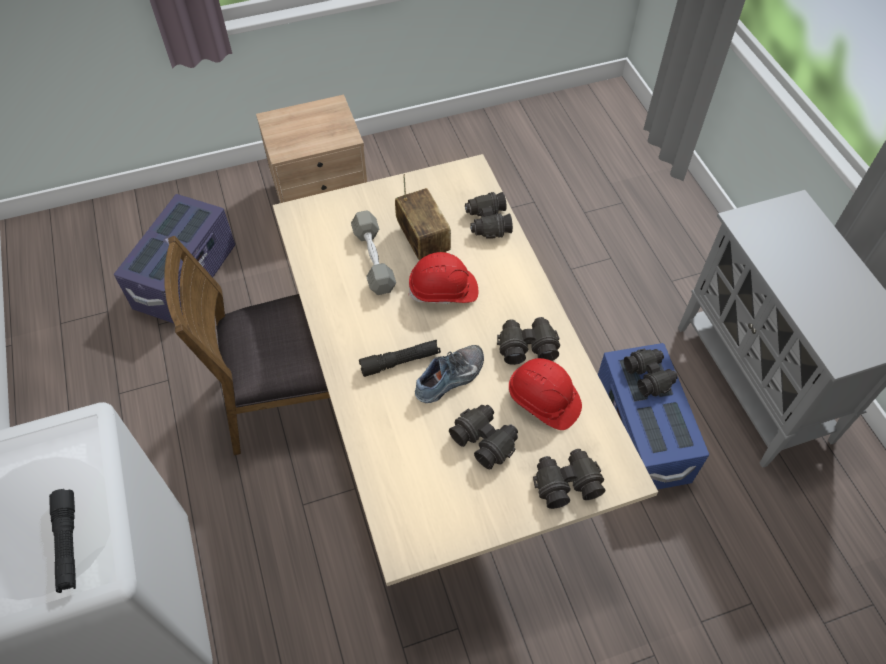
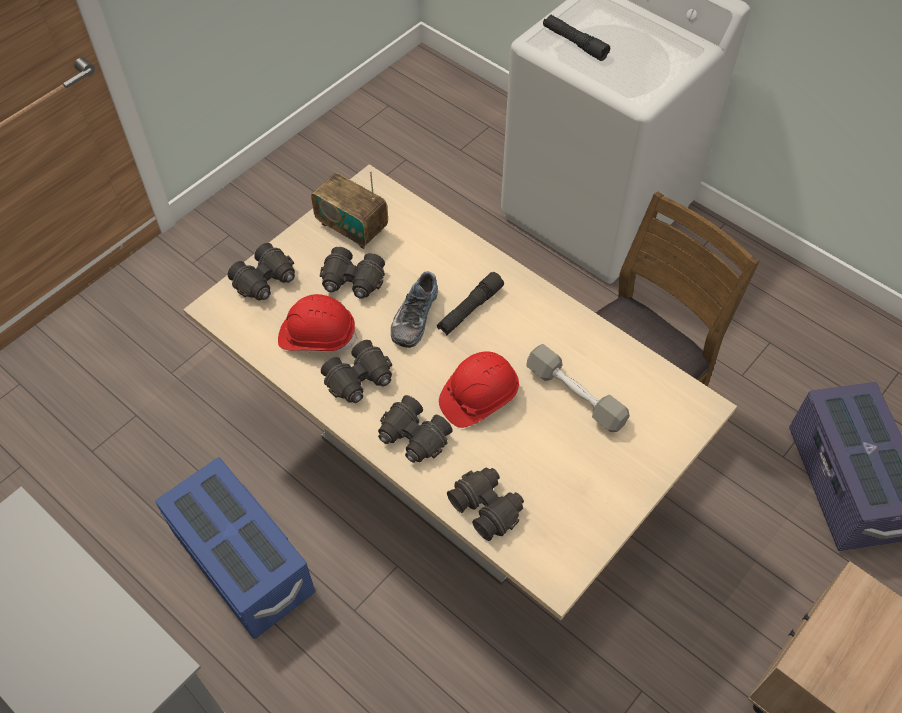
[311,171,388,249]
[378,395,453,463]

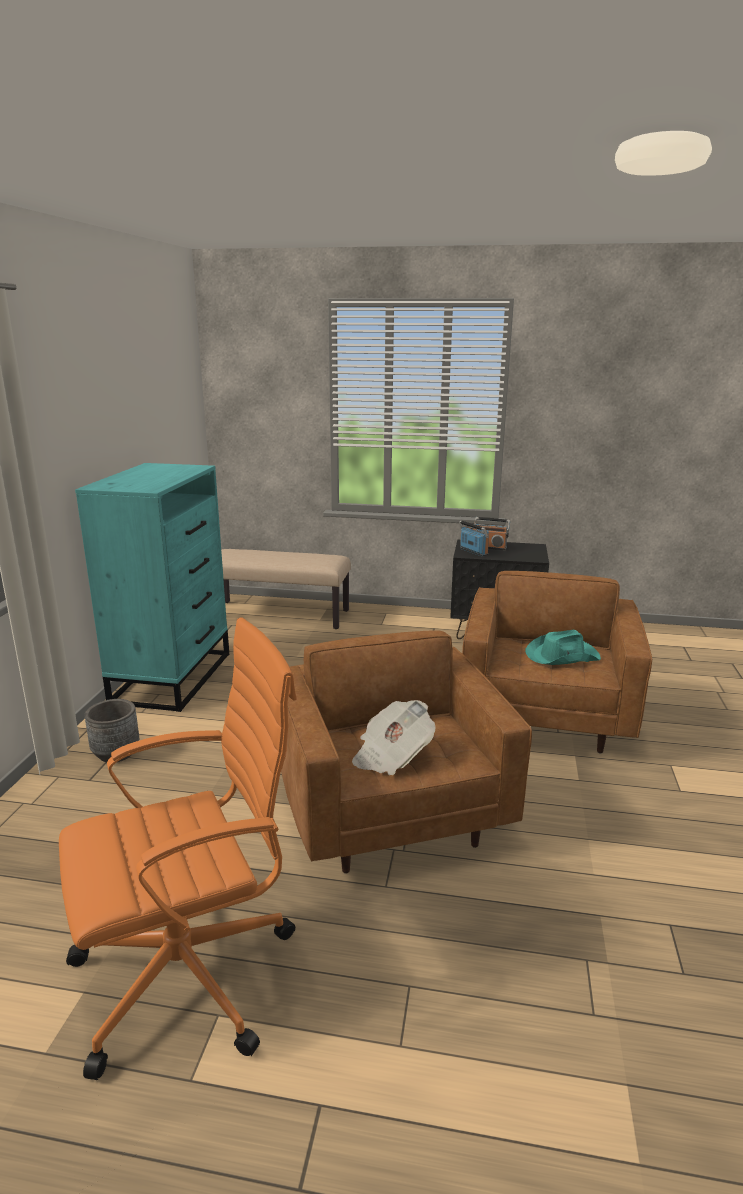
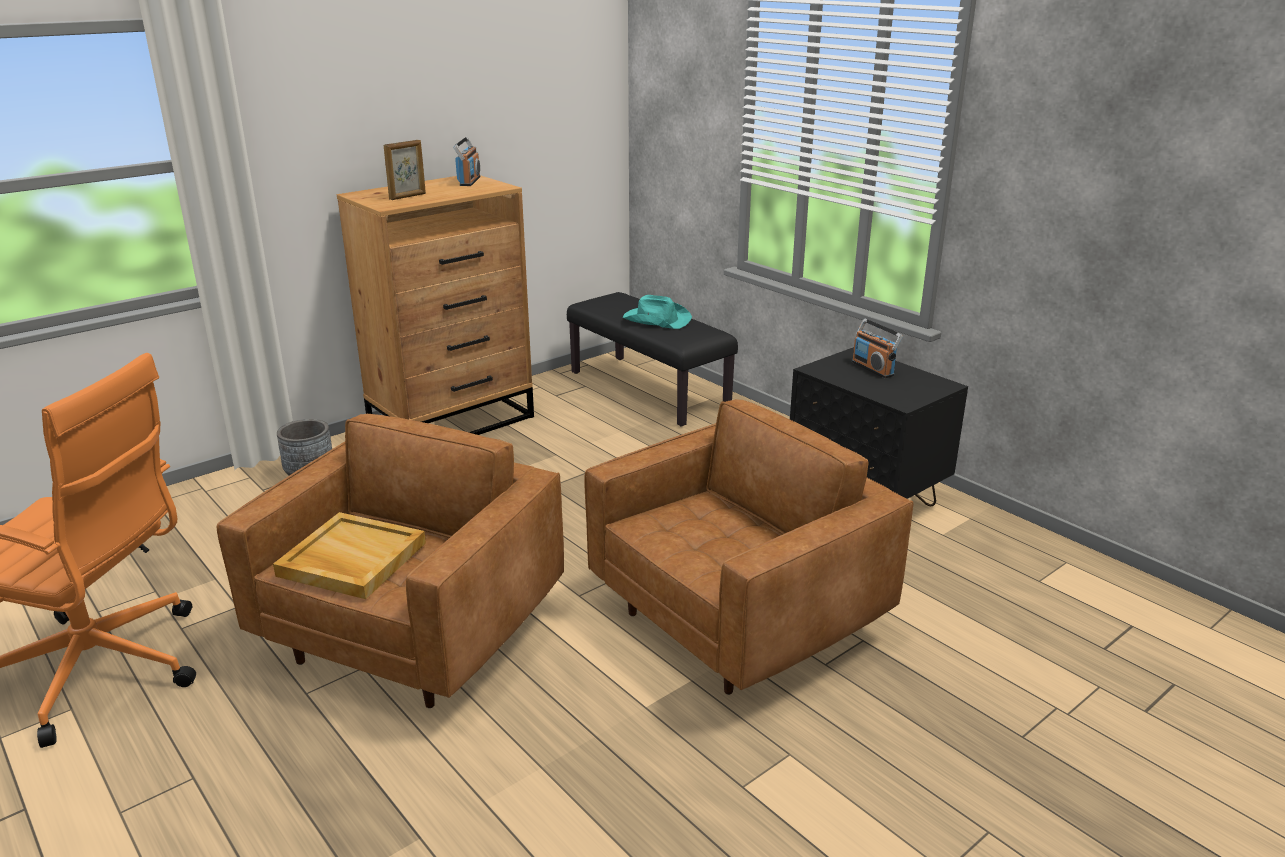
[273,512,426,599]
[337,175,534,435]
[384,140,426,200]
[453,137,480,186]
[567,292,738,426]
[623,295,692,329]

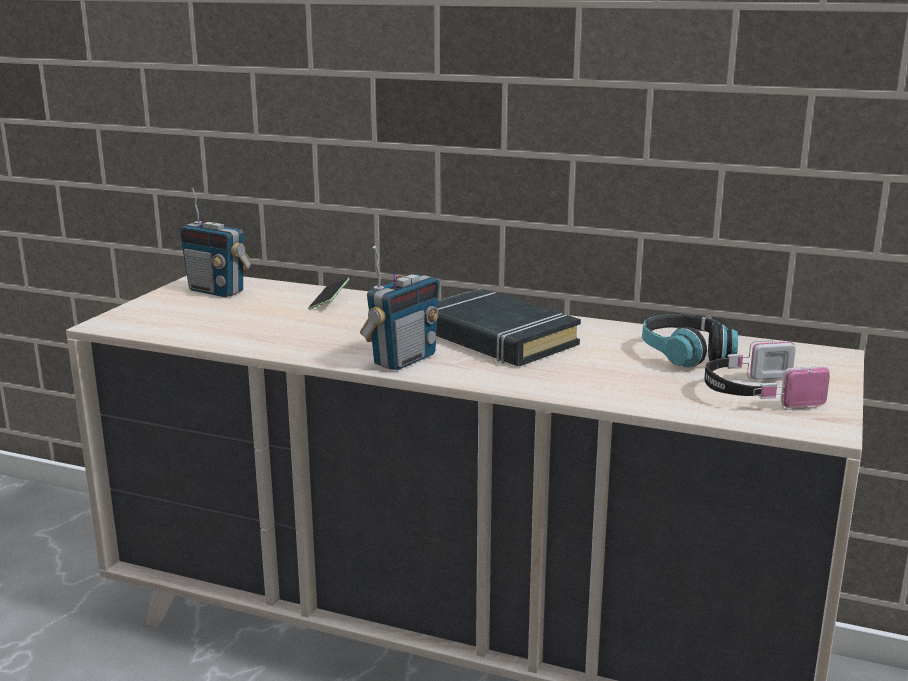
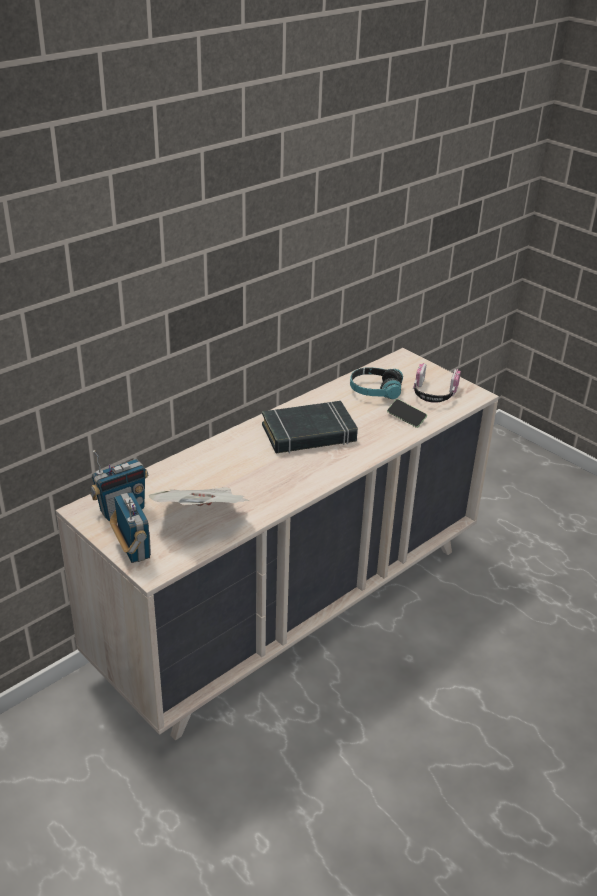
[110,492,151,563]
[149,487,250,506]
[387,399,427,428]

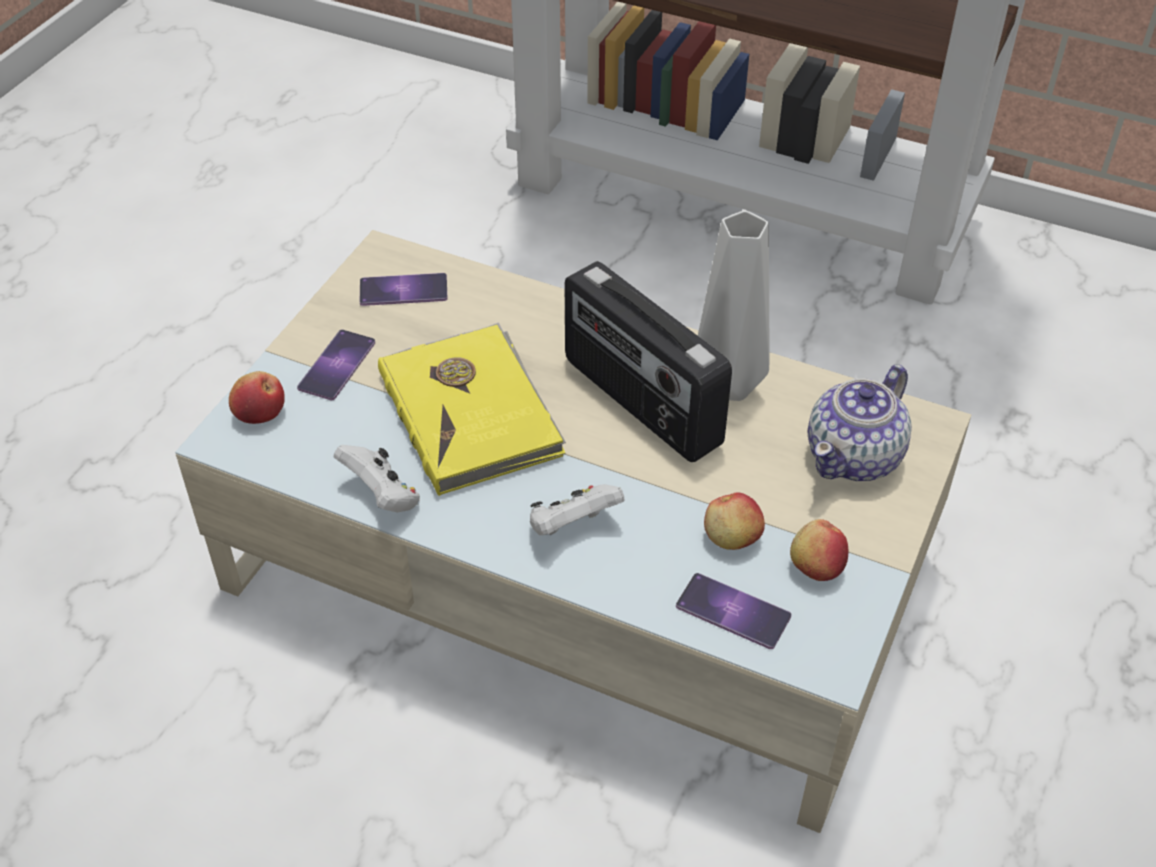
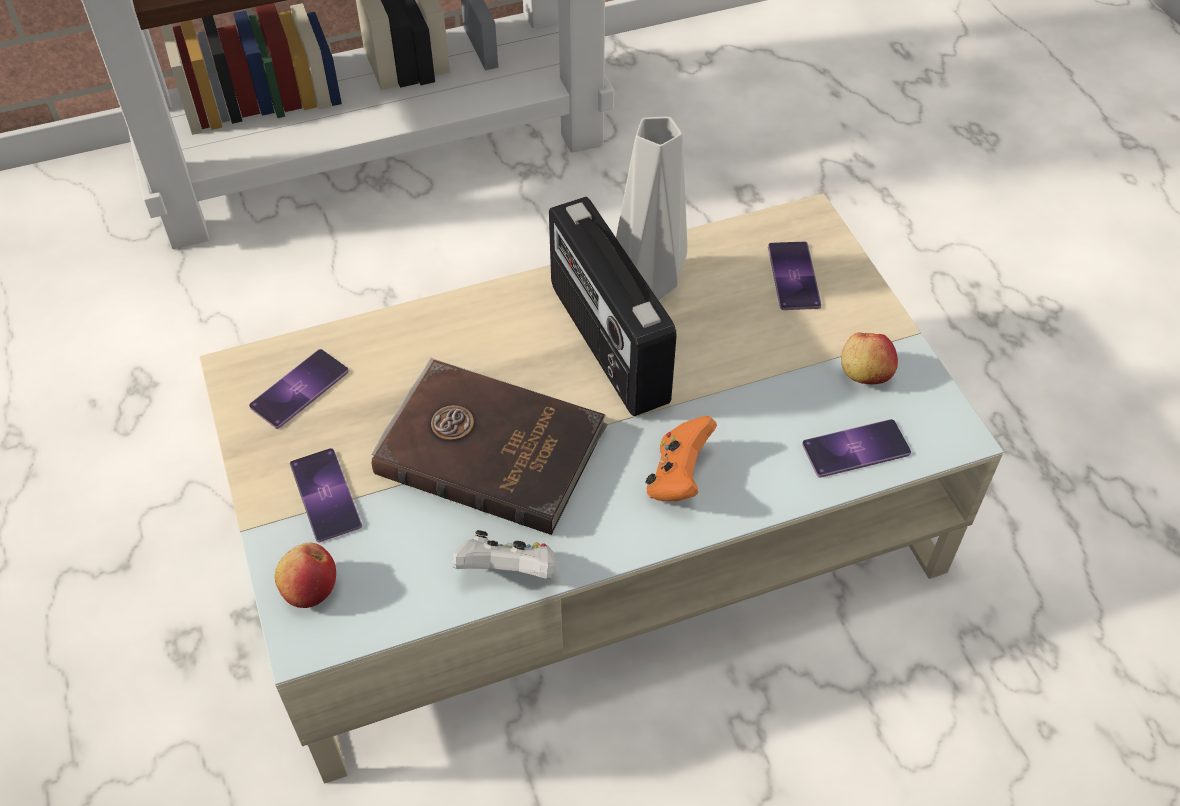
[372,358,608,535]
[549,197,677,416]
[645,416,717,501]
[768,242,822,310]
[704,493,765,550] (first image)

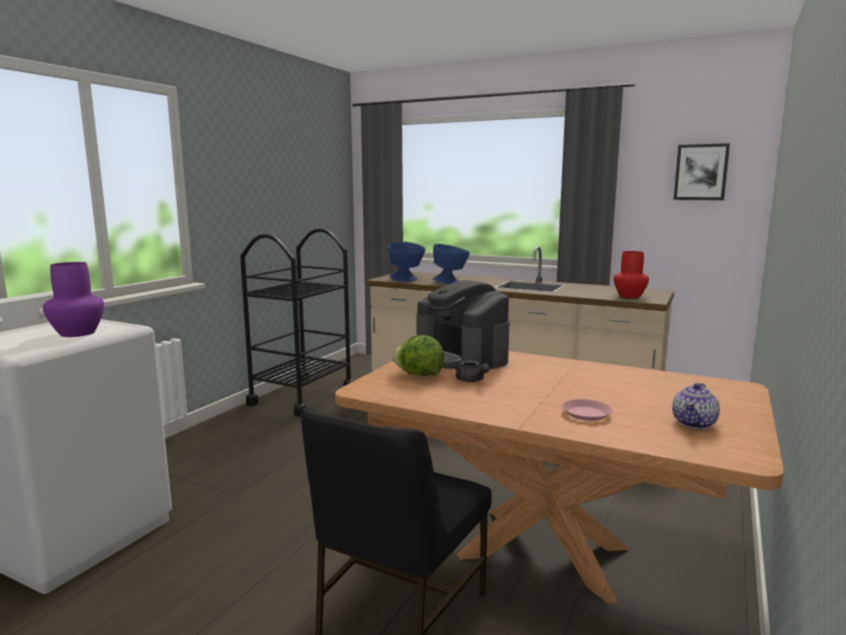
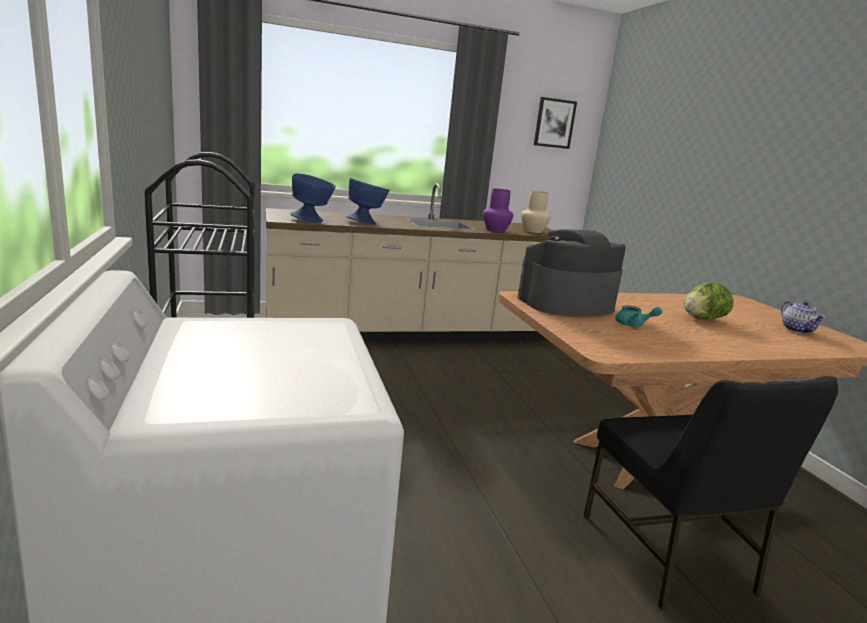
[483,188,513,232]
[517,229,626,316]
[521,191,551,233]
[615,305,663,327]
[684,283,734,320]
[562,399,612,421] (first image)

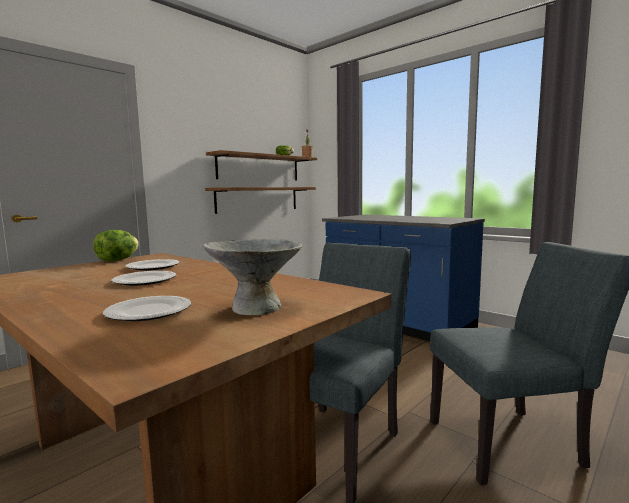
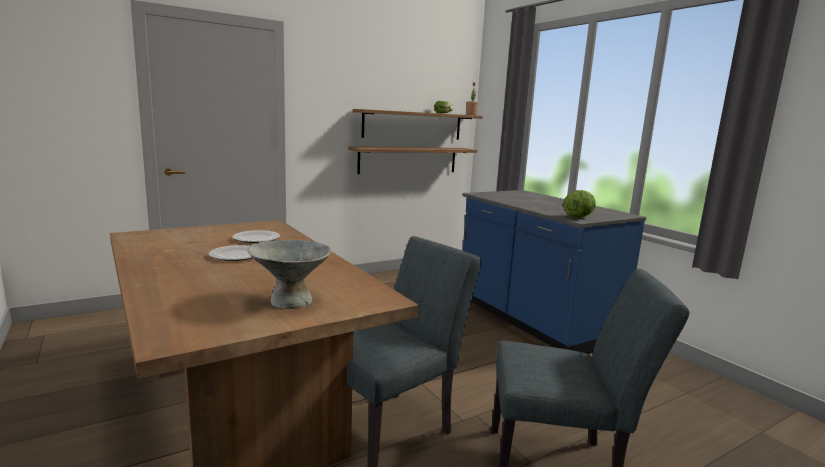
[563,190,596,218]
[103,296,191,321] (first image)

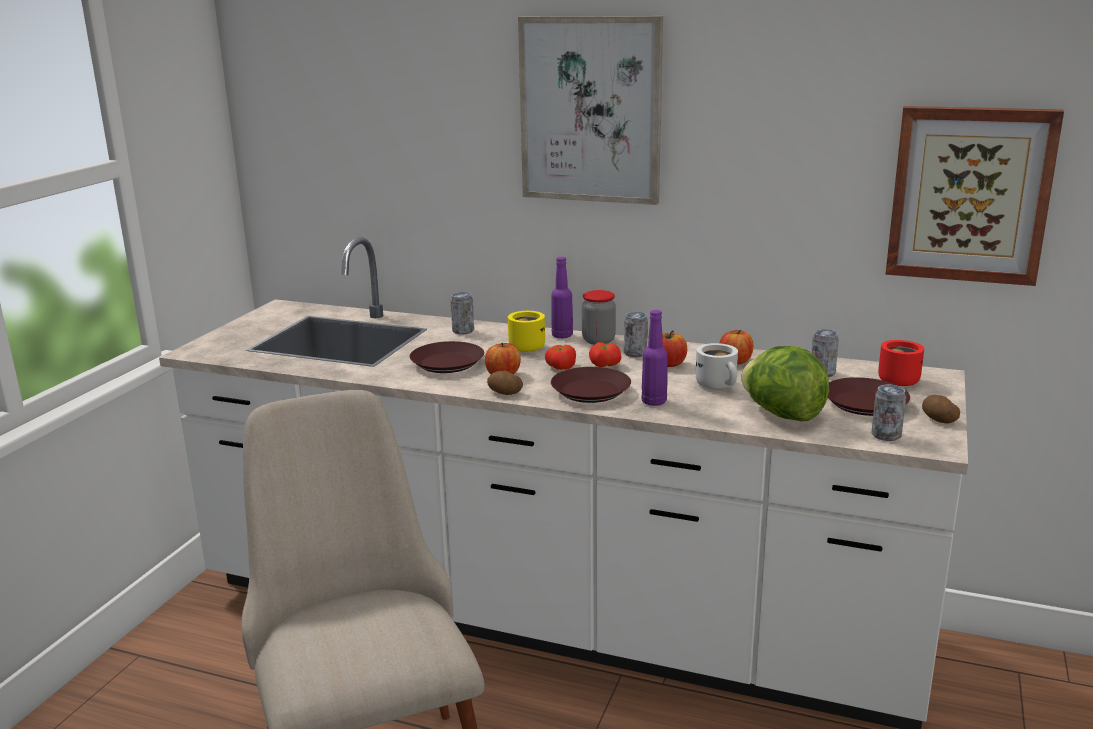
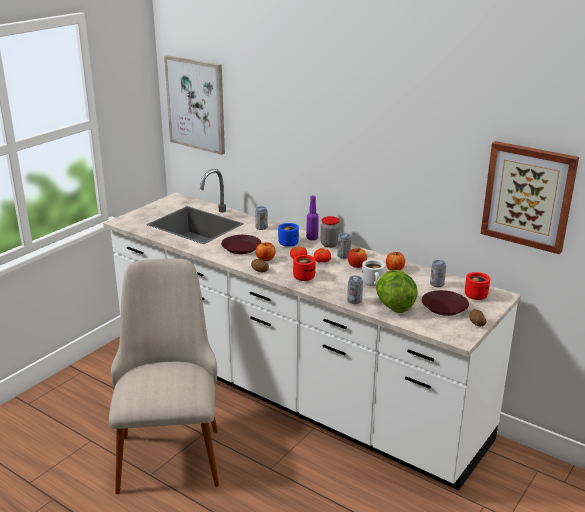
[164,55,225,155]
[278,223,299,247]
[293,255,316,281]
[347,275,363,304]
[642,310,668,406] (first image)

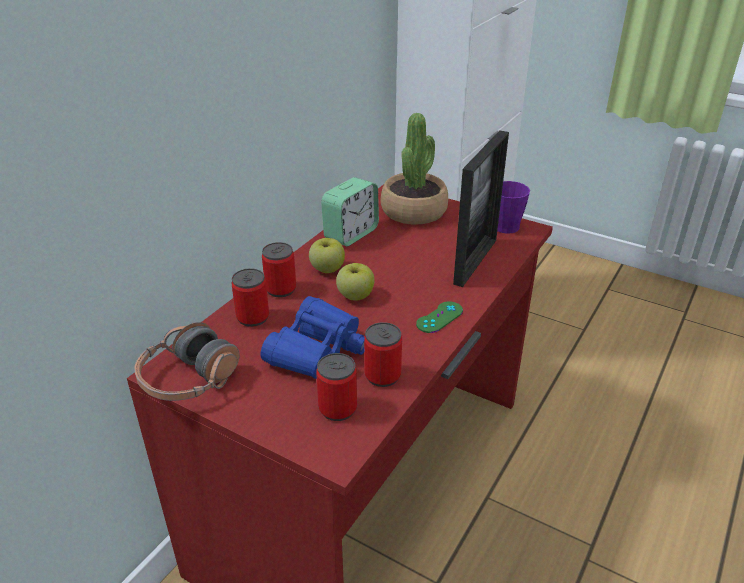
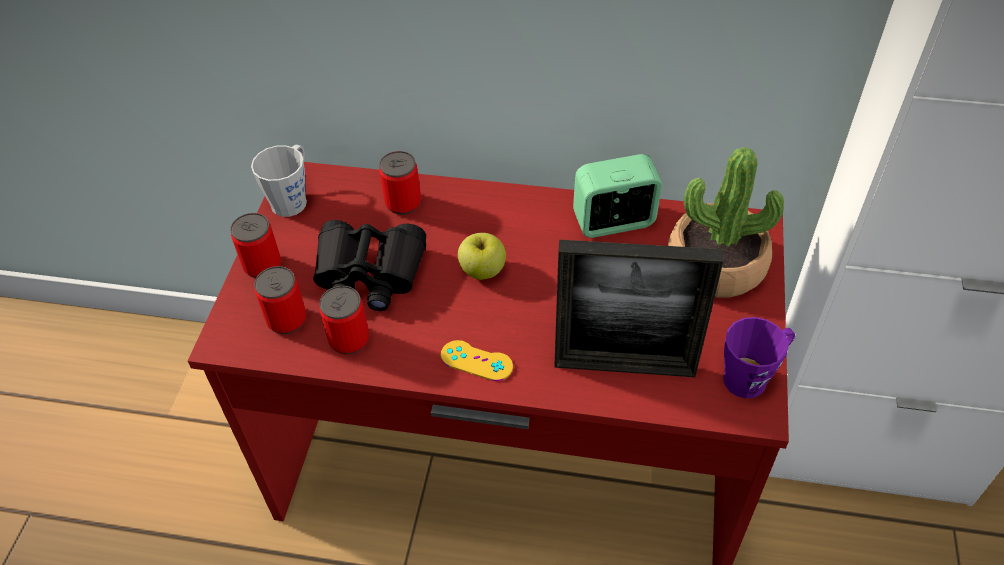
[230,213,281,278]
[251,145,307,217]
[313,220,426,311]
[441,340,513,381]
[573,154,662,238]
[309,238,345,273] (first image)

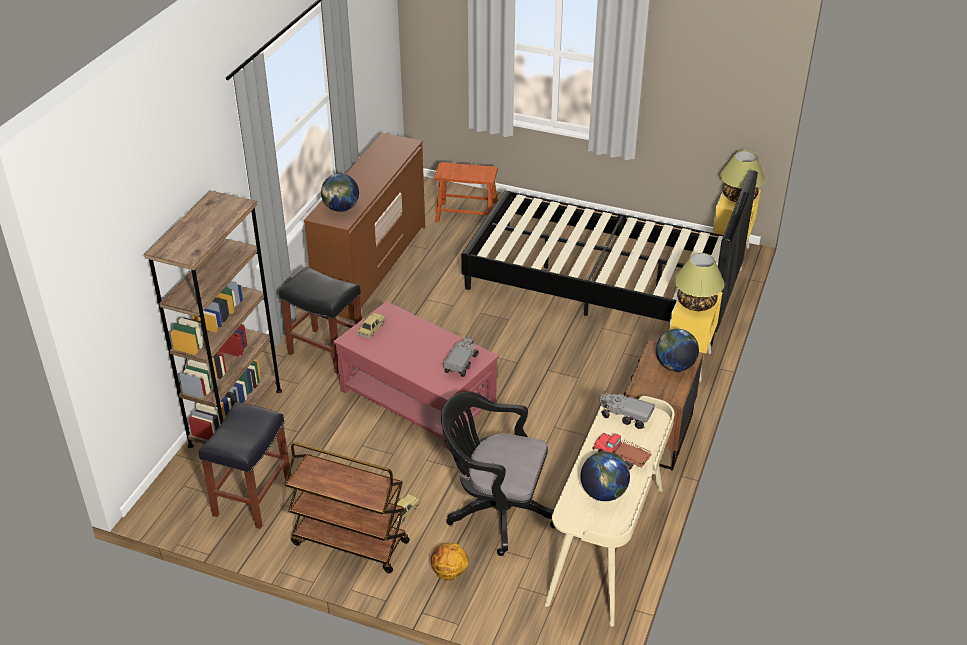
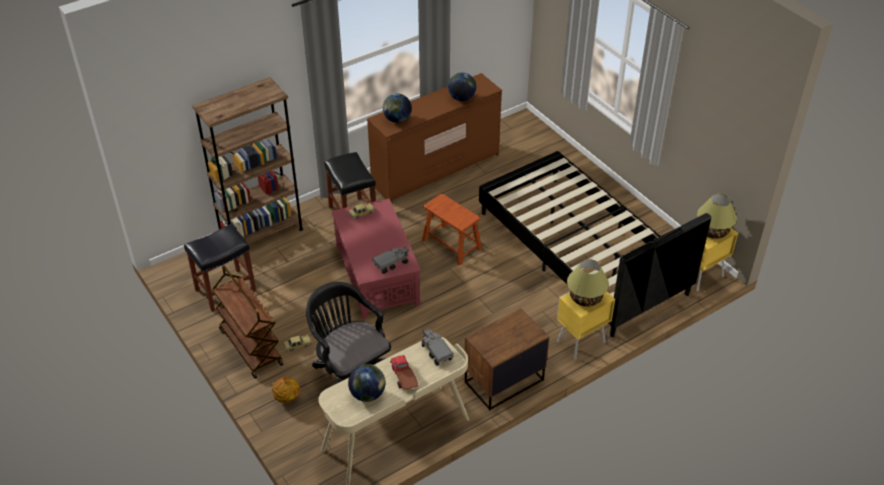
[422,194,482,265]
[448,73,476,101]

